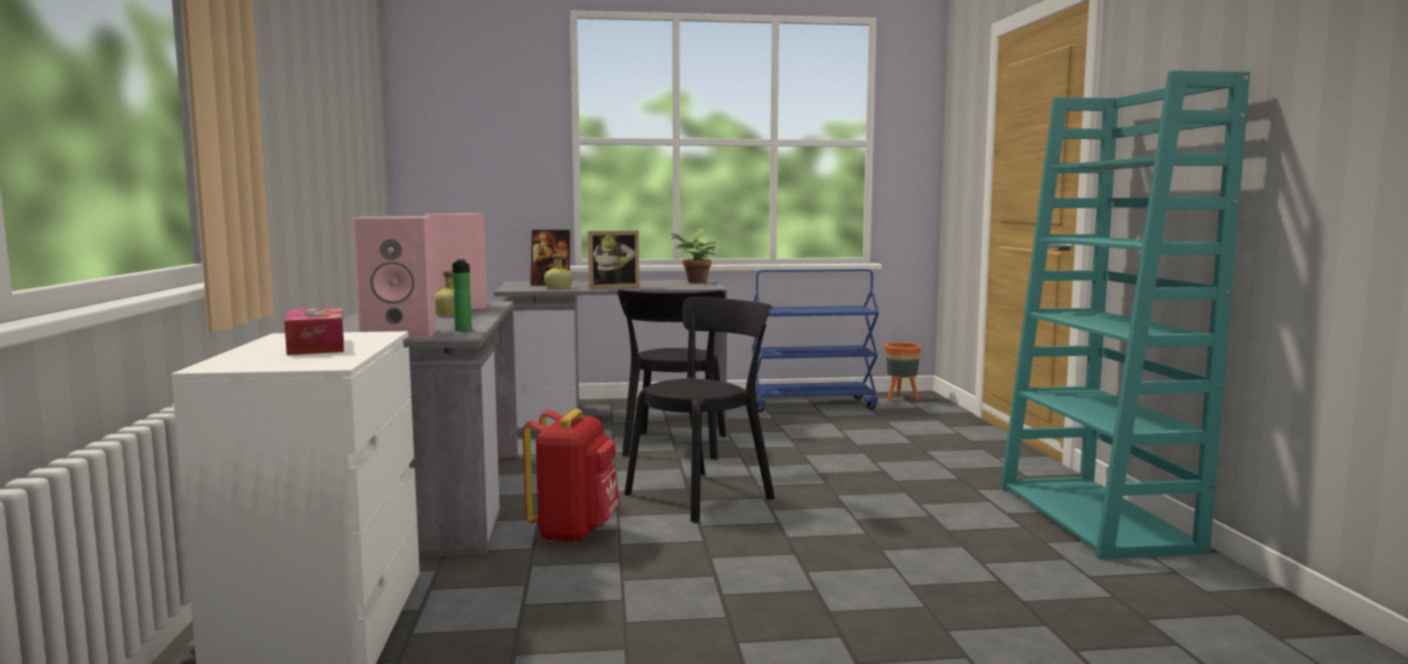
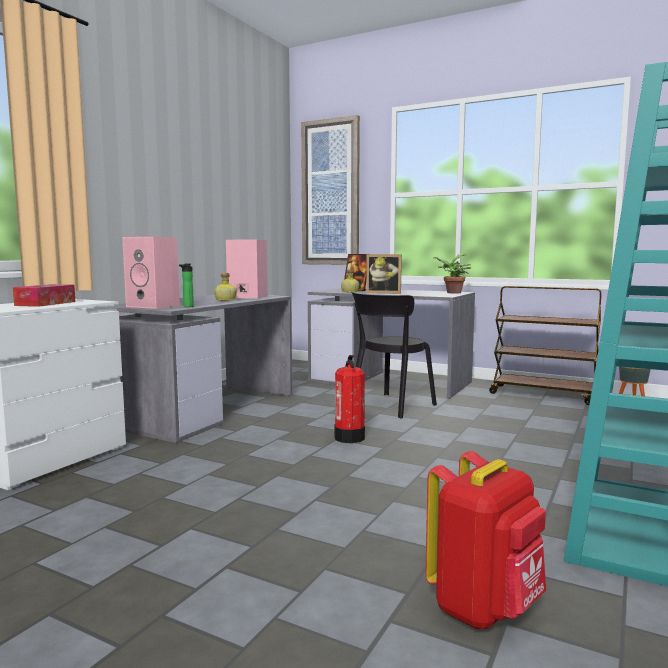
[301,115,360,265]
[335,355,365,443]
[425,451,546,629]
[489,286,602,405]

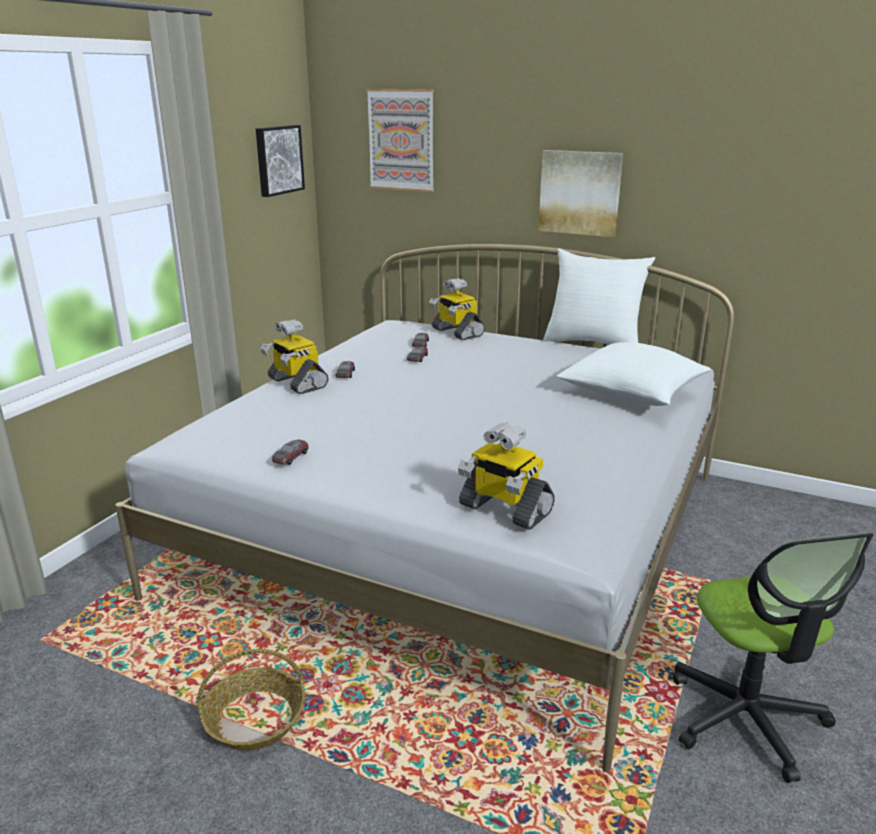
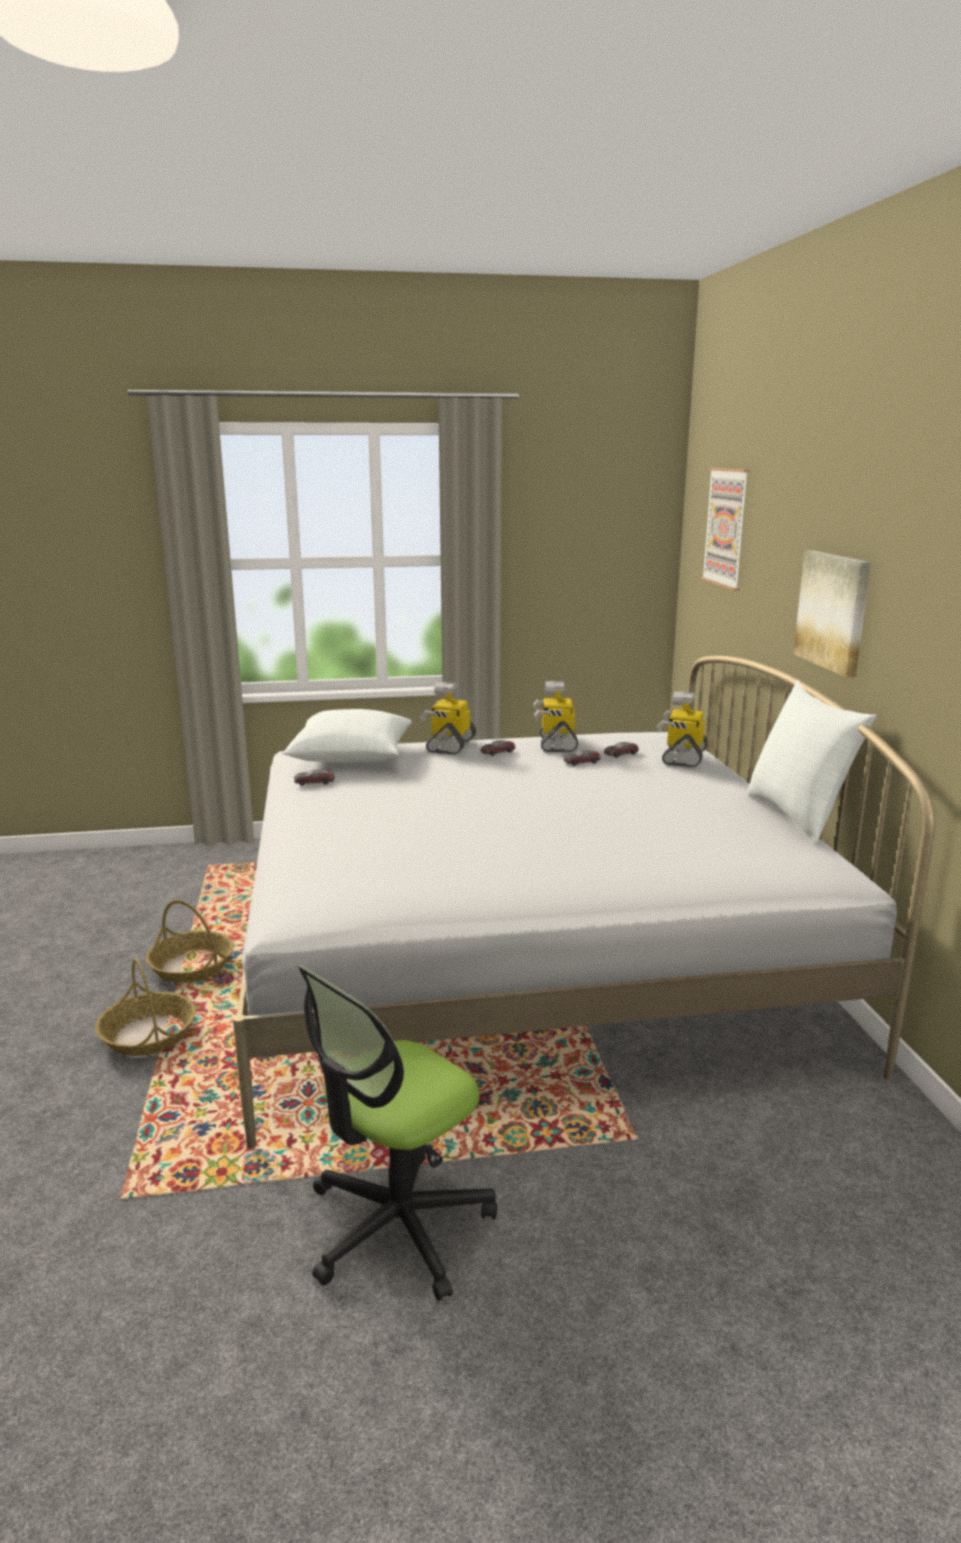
[95,958,196,1056]
[282,709,412,763]
[533,681,578,752]
[256,125,305,197] (first image)

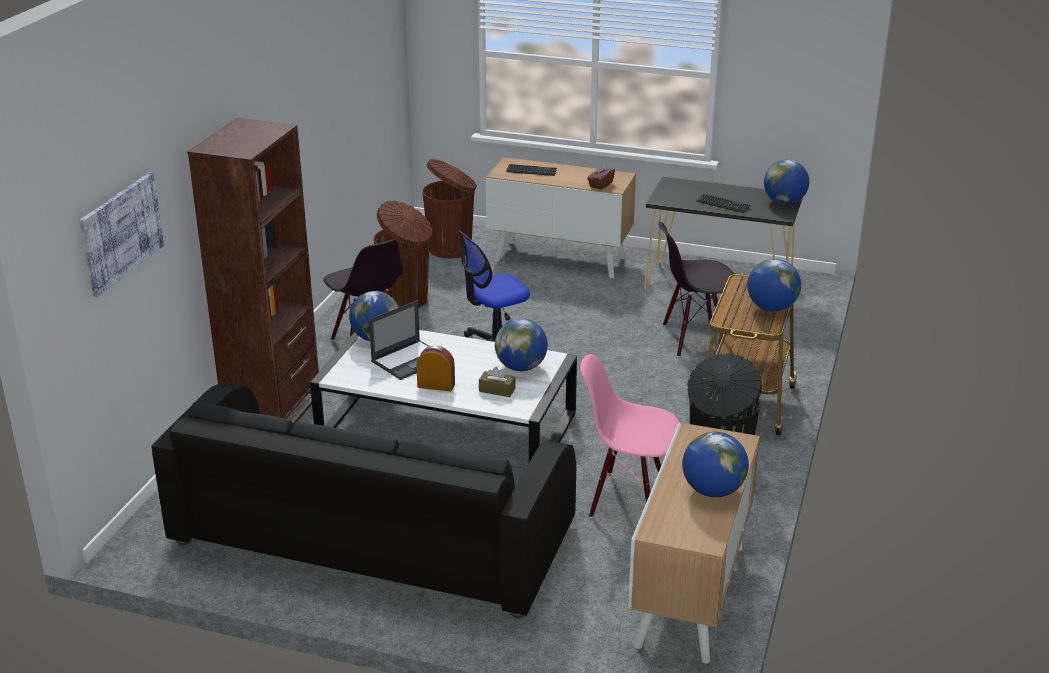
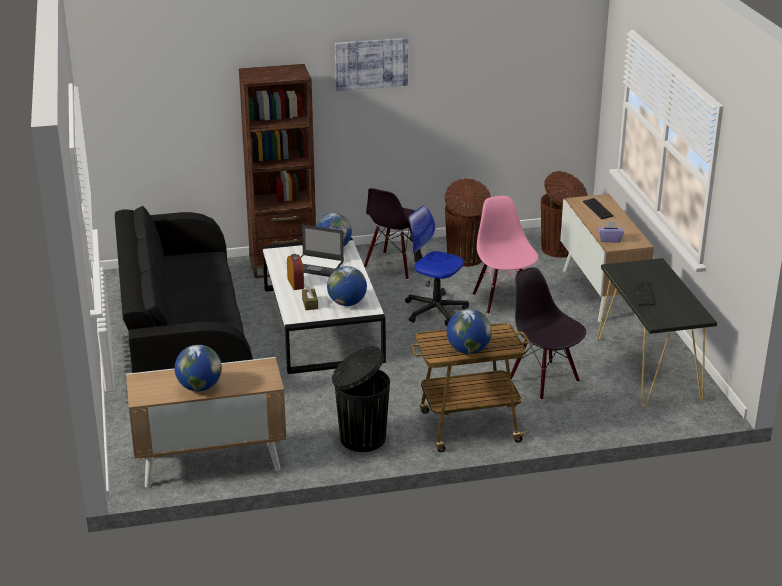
[335,38,408,91]
[473,196,539,314]
[598,221,624,243]
[764,160,809,205] (first image)

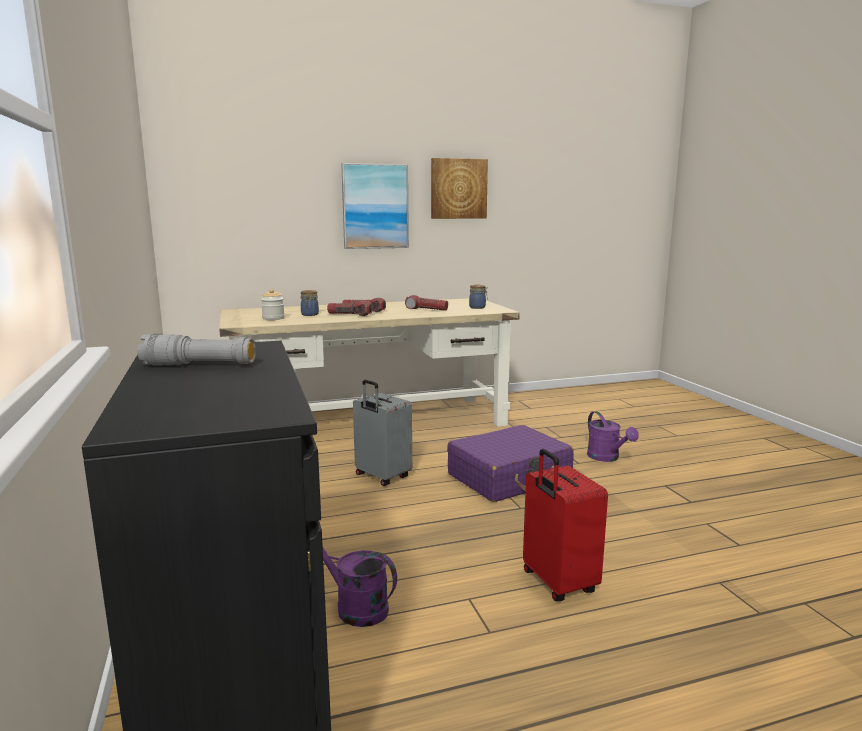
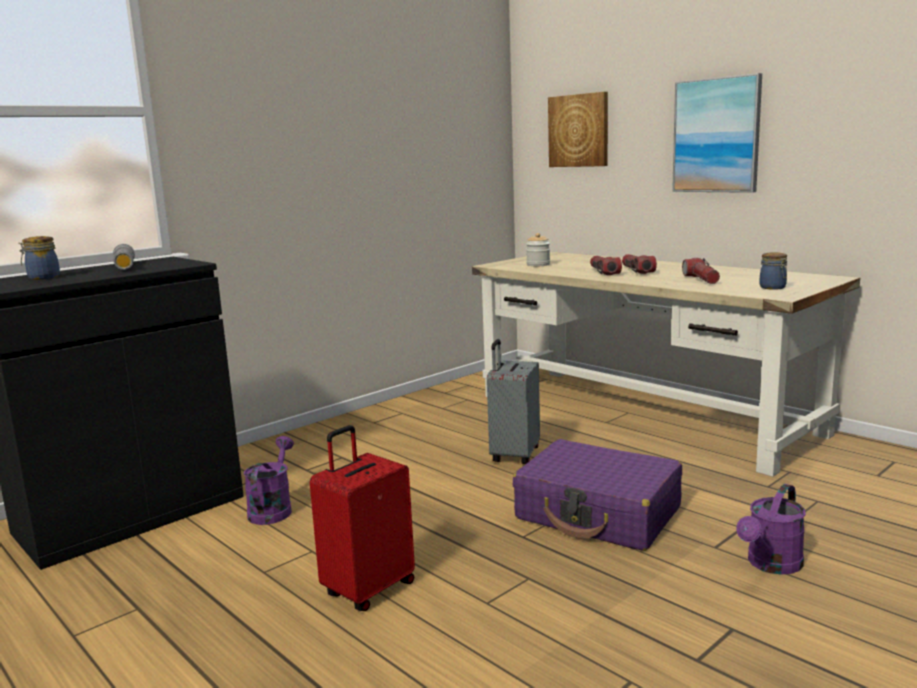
[18,236,60,280]
[548,92,608,167]

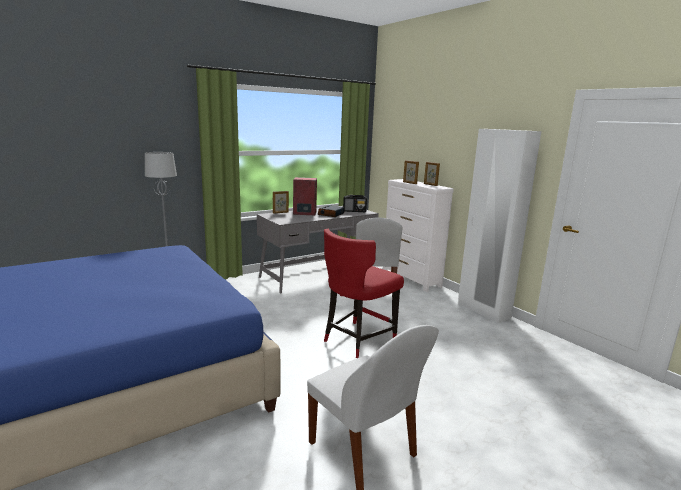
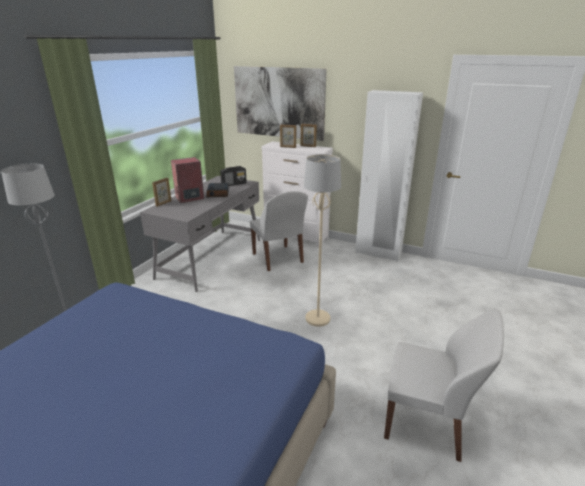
[234,66,327,141]
[304,154,341,327]

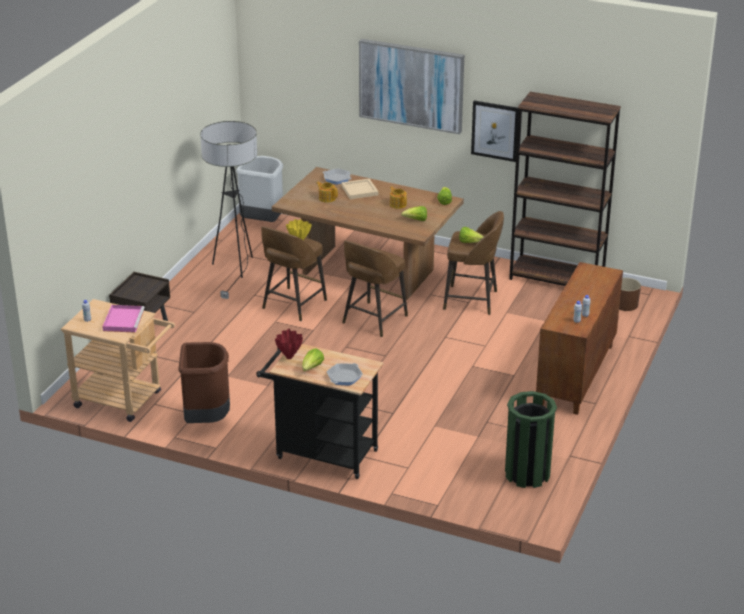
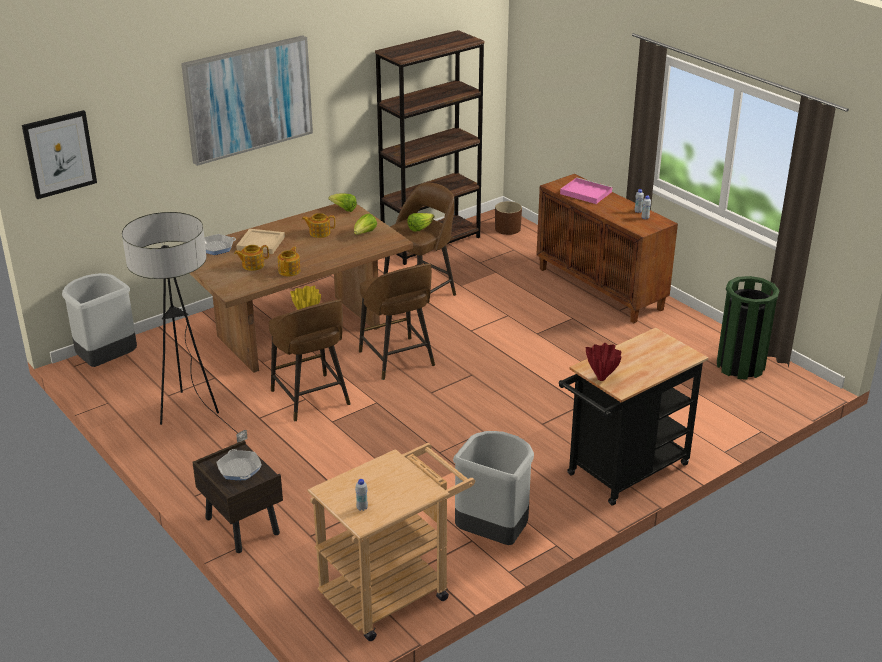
[22,110,97,199]
[216,449,262,480]
[278,247,301,276]
[453,431,534,545]
[560,177,613,204]
[302,348,324,371] (first image)

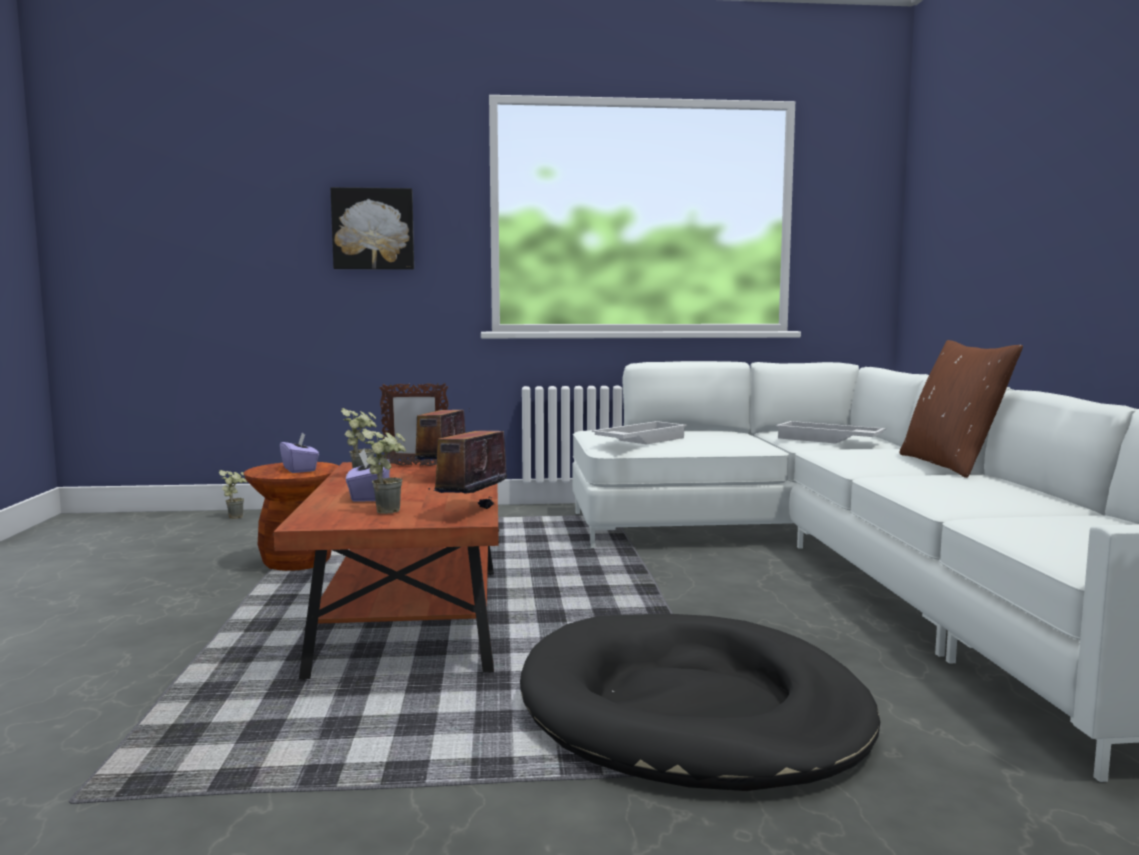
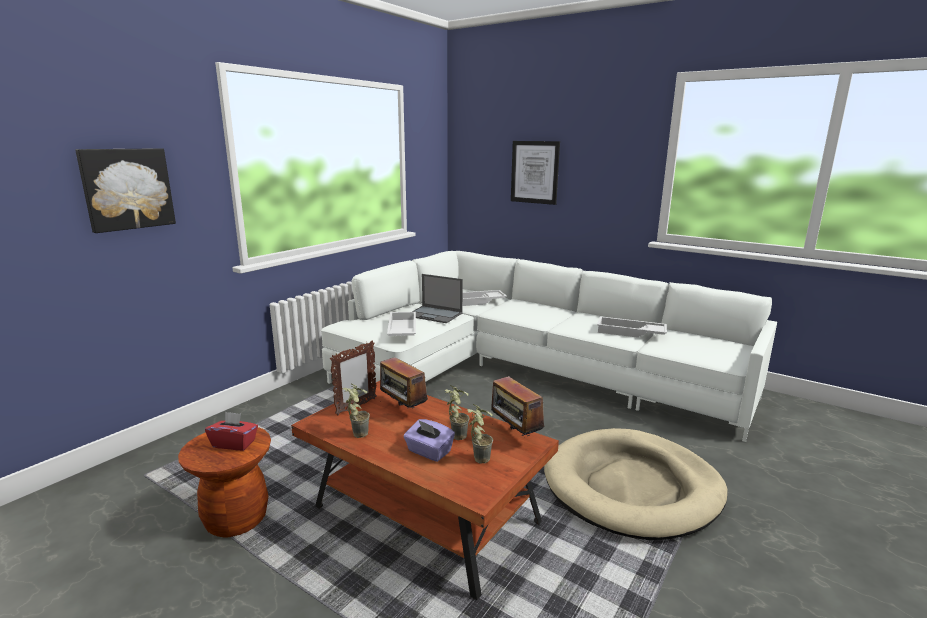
[205,411,258,451]
[412,274,463,323]
[445,385,470,440]
[511,141,560,205]
[544,428,728,541]
[597,316,667,338]
[900,340,1023,478] (first image)

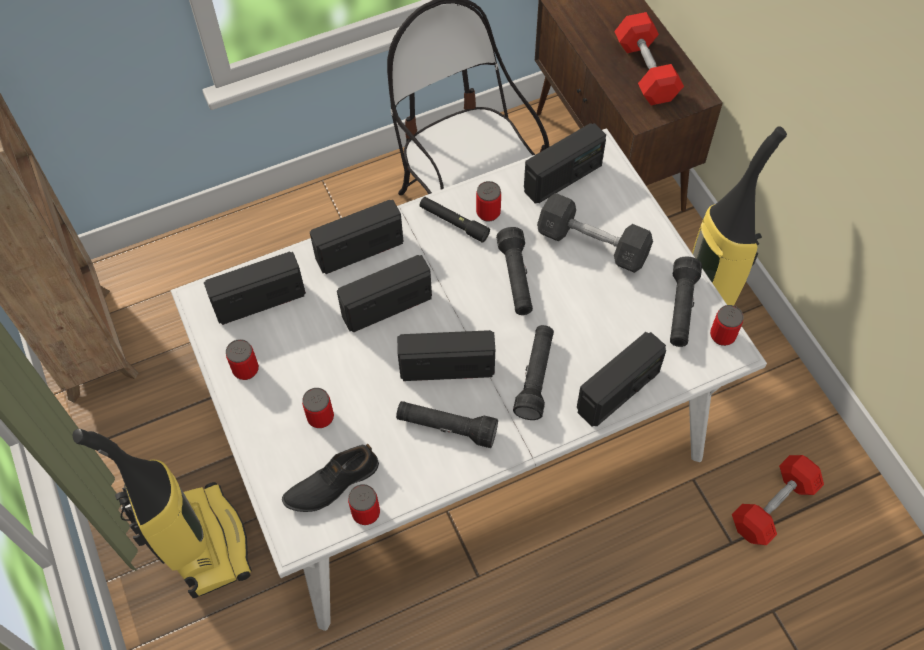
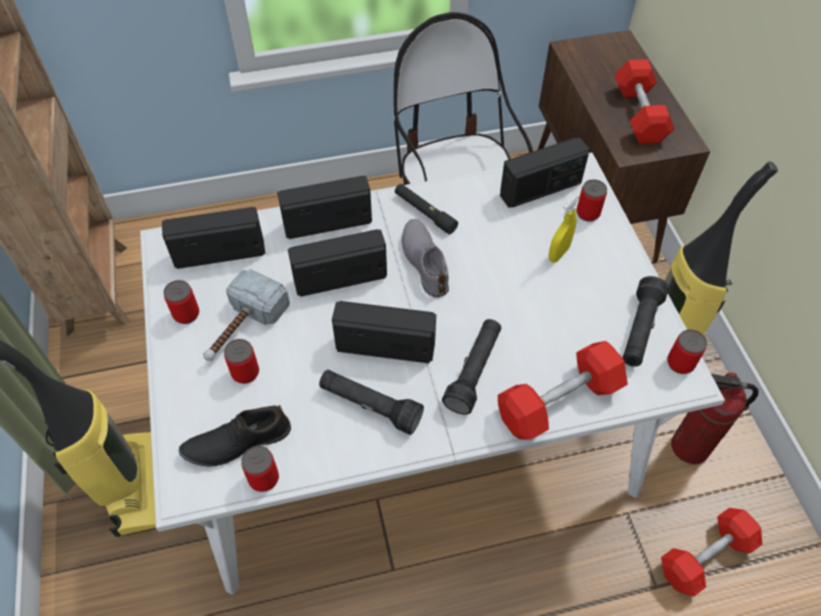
[203,269,290,361]
[402,219,449,298]
[498,341,628,440]
[548,194,580,262]
[576,180,607,222]
[671,373,758,464]
[496,227,533,315] (first image)

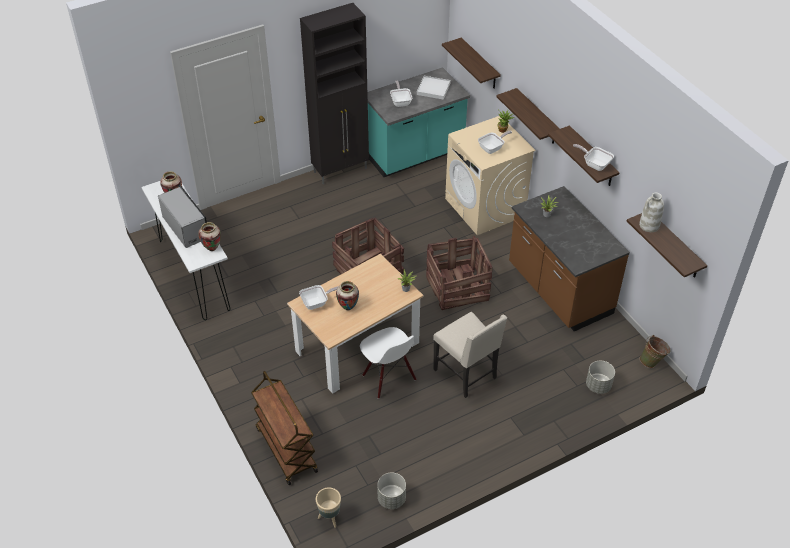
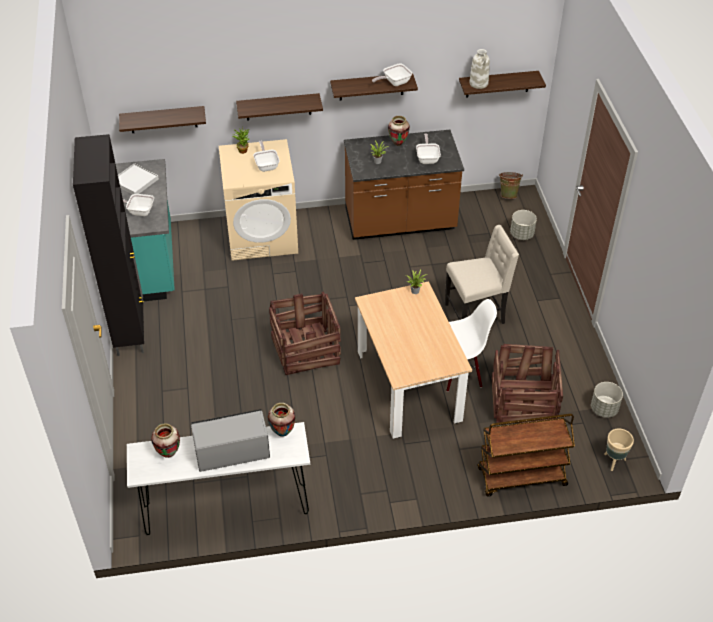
[388,116,410,146]
[416,133,441,164]
[492,344,563,425]

